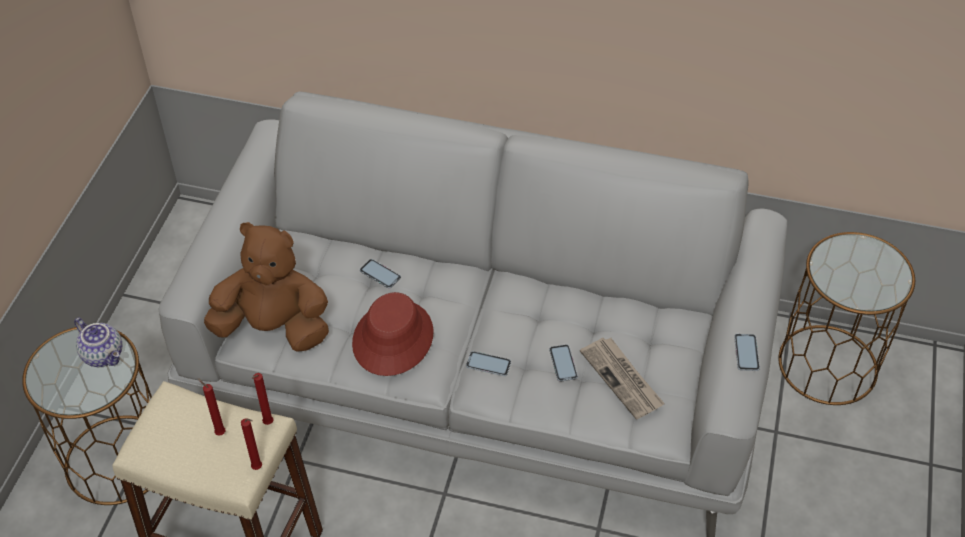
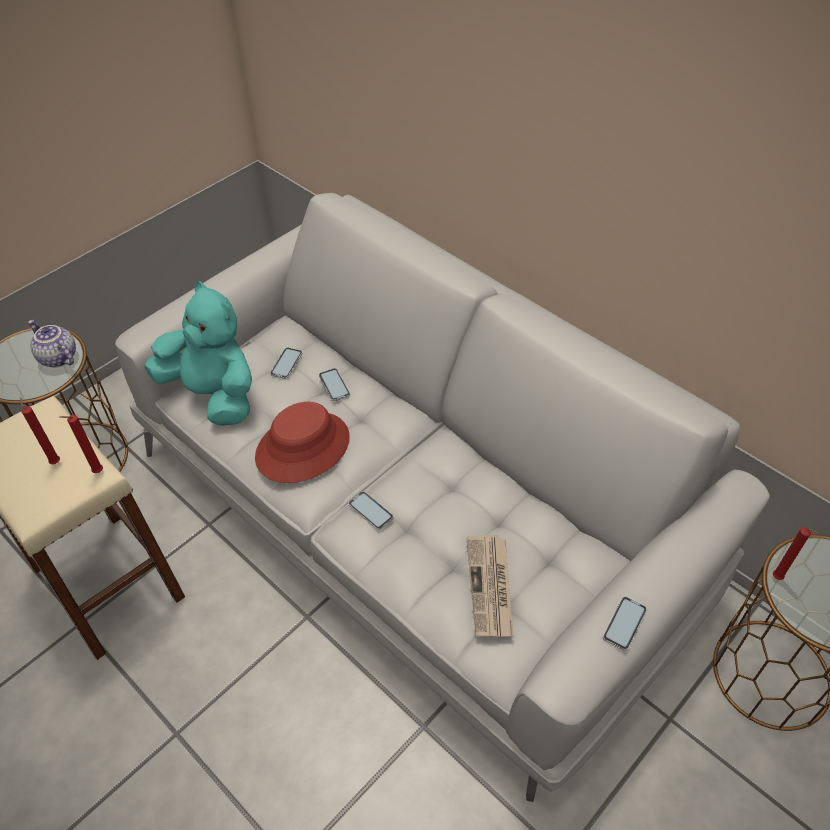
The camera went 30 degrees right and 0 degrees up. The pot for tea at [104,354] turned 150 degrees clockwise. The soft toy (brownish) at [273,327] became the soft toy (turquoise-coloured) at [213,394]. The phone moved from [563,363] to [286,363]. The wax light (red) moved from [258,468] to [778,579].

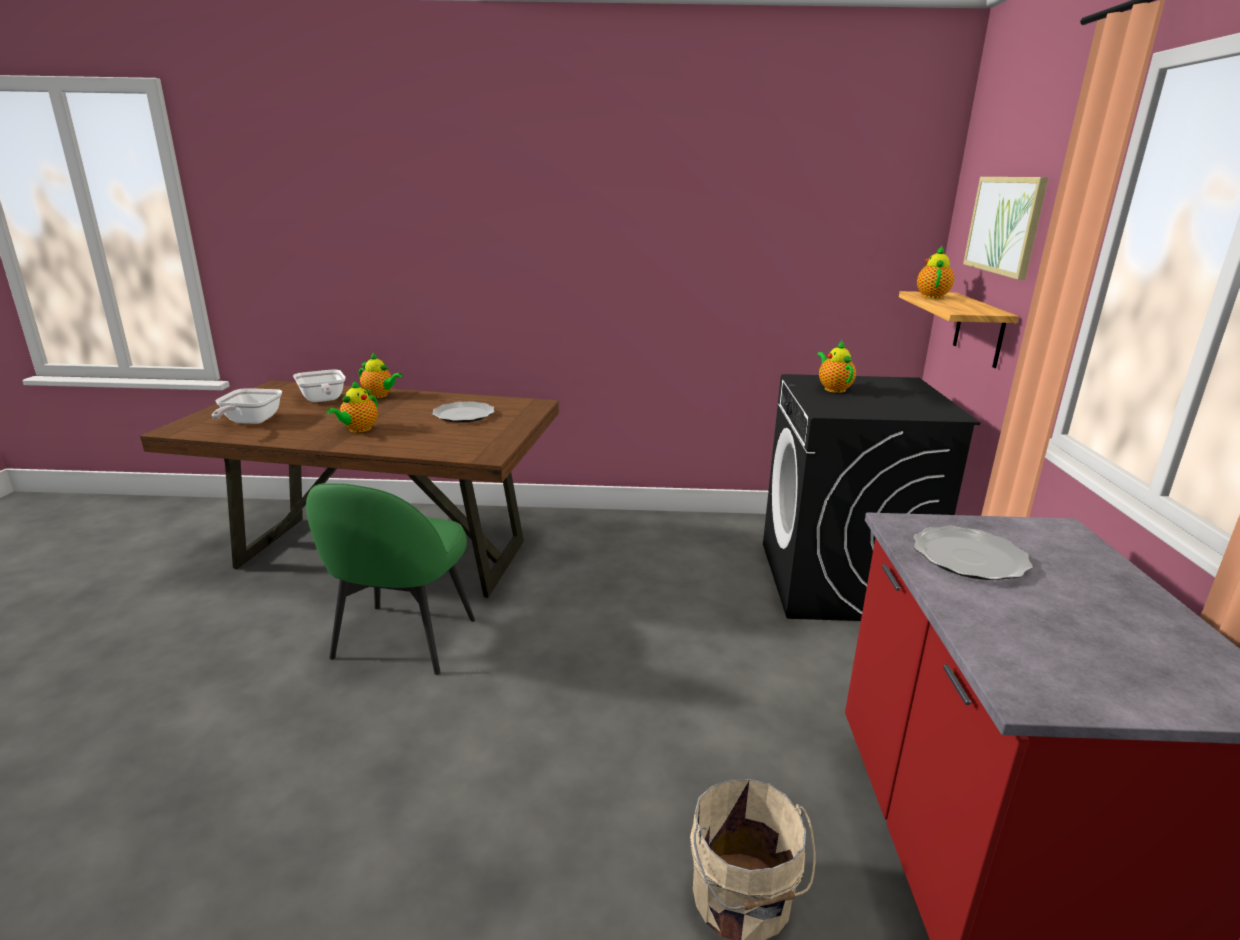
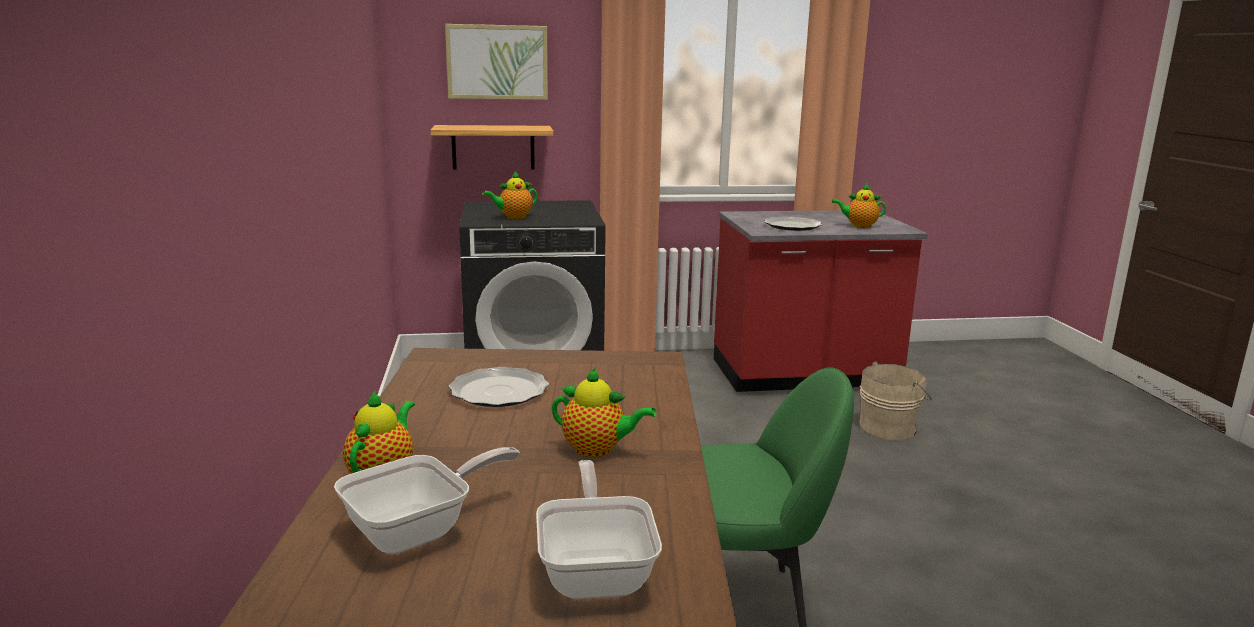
The camera went 100 degrees left and 5 degrees down. The skillet at [249,422] turned 90 degrees counterclockwise. The pot for tea moved from [932,296] to [859,226].

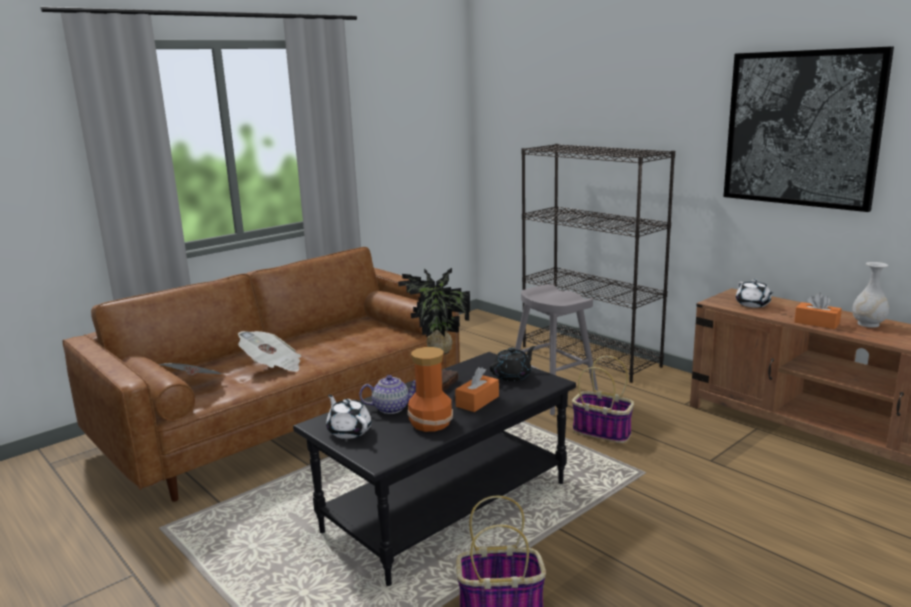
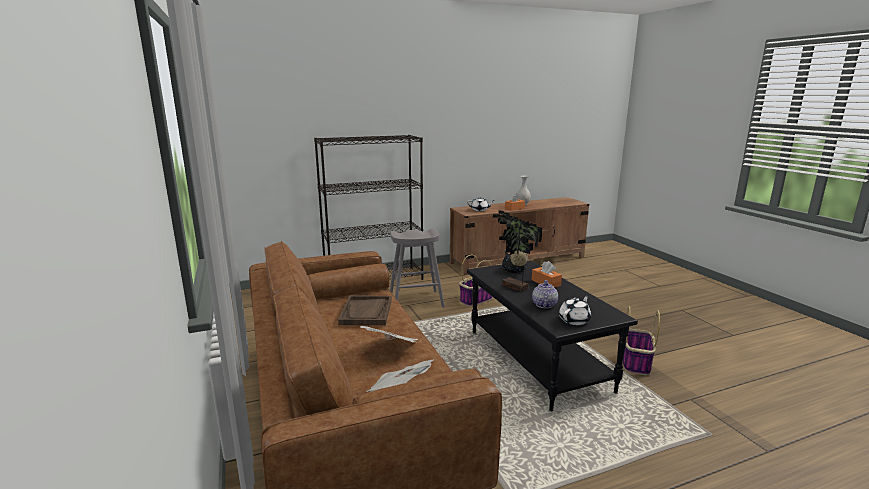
The camera went 70 degrees left and 0 degrees up. The tray (brownish) at [366,312] appeared. The pot for tea (white) at [349,431] turned 150 degrees clockwise. The decorative vase at [429,422] disappeared. The picture at [801,129] disappeared.

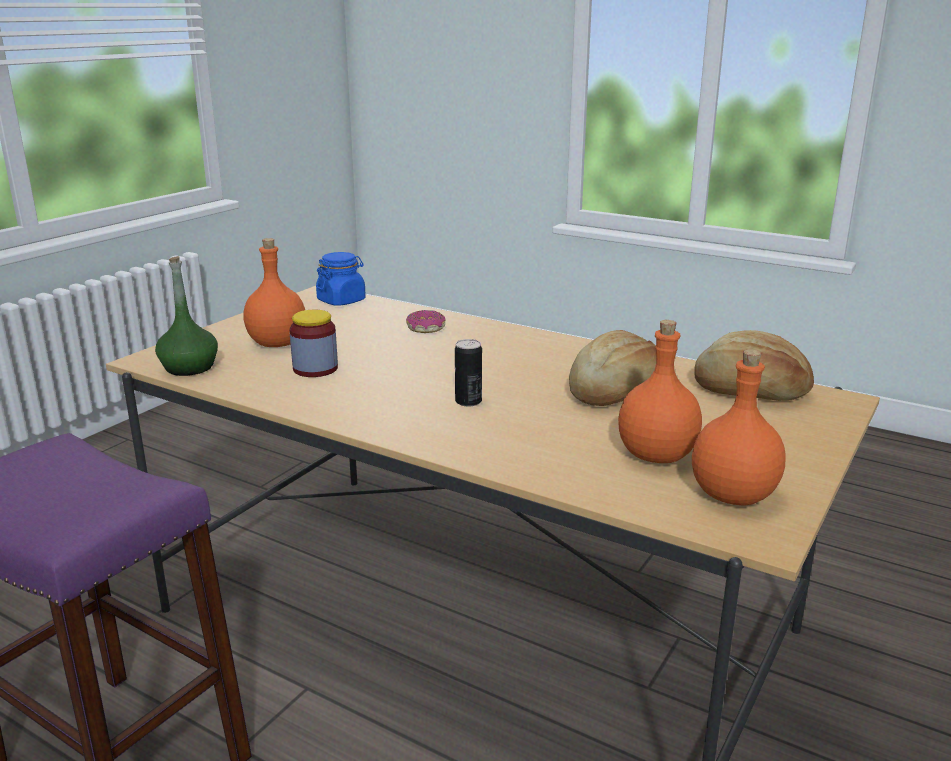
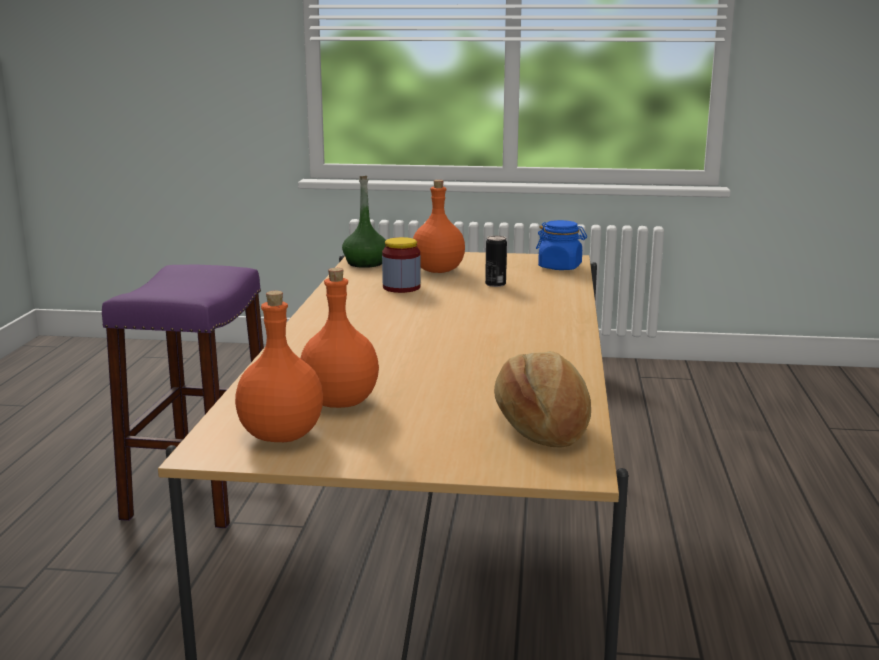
The camera went 65 degrees right and 5 degrees down. The sealed can moved from [468,401] to [495,284]. The donut at [425,329] disappeared. The bakery bread at [614,391] disappeared.

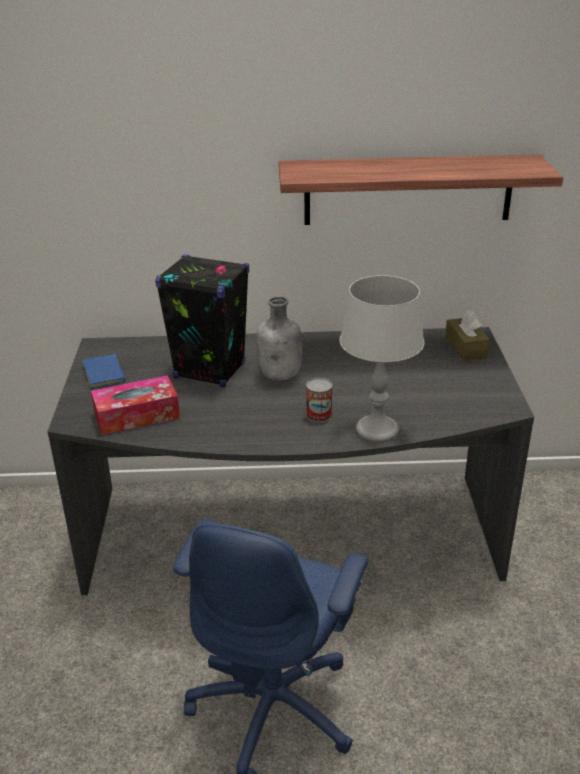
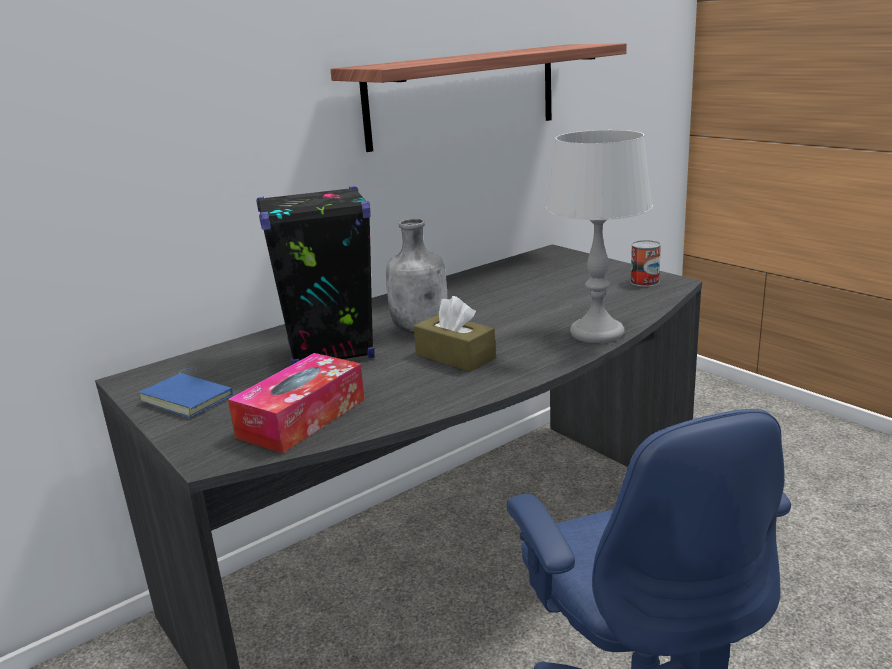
The camera went 35 degrees left and 10 degrees down. The tissue holder (brownish) moved from [465,348] to [455,356]. The sealed can moved from [319,415] to [644,282].

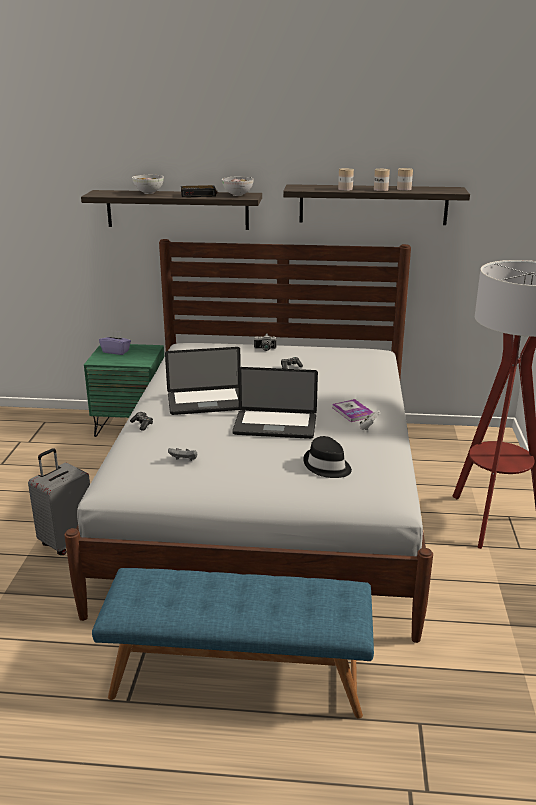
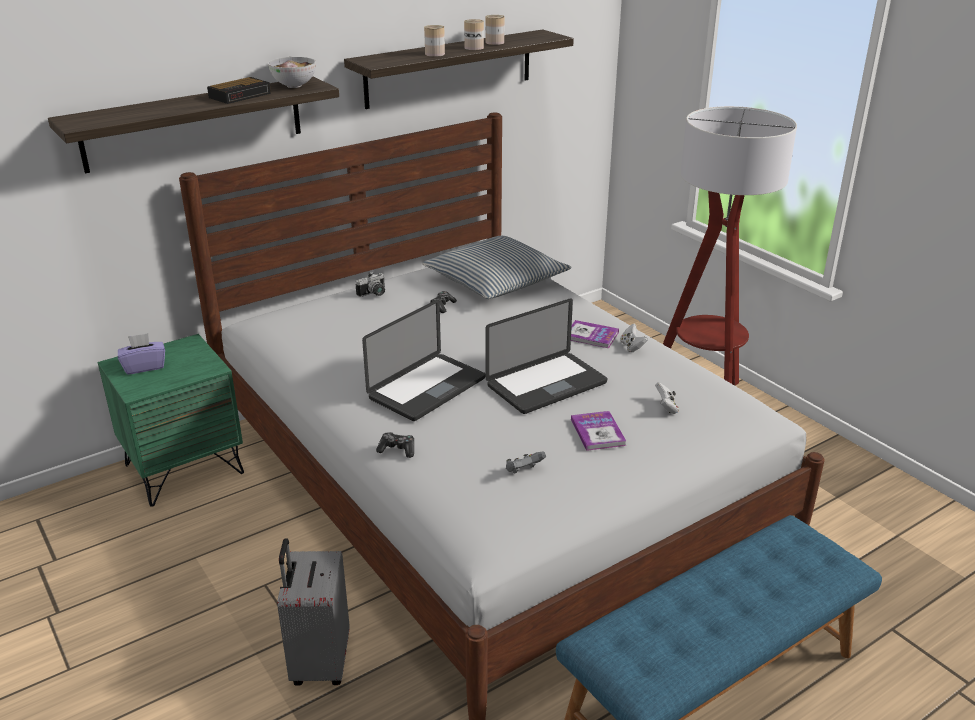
The camera went 40 degrees left and 5 degrees up. The pillow at [495,281] appeared. The volume at [597,432] appeared. The hat (black) at [327,466] was replaced by the joypad (white) at [666,407]. The serving bowl at [148,193] disappeared.

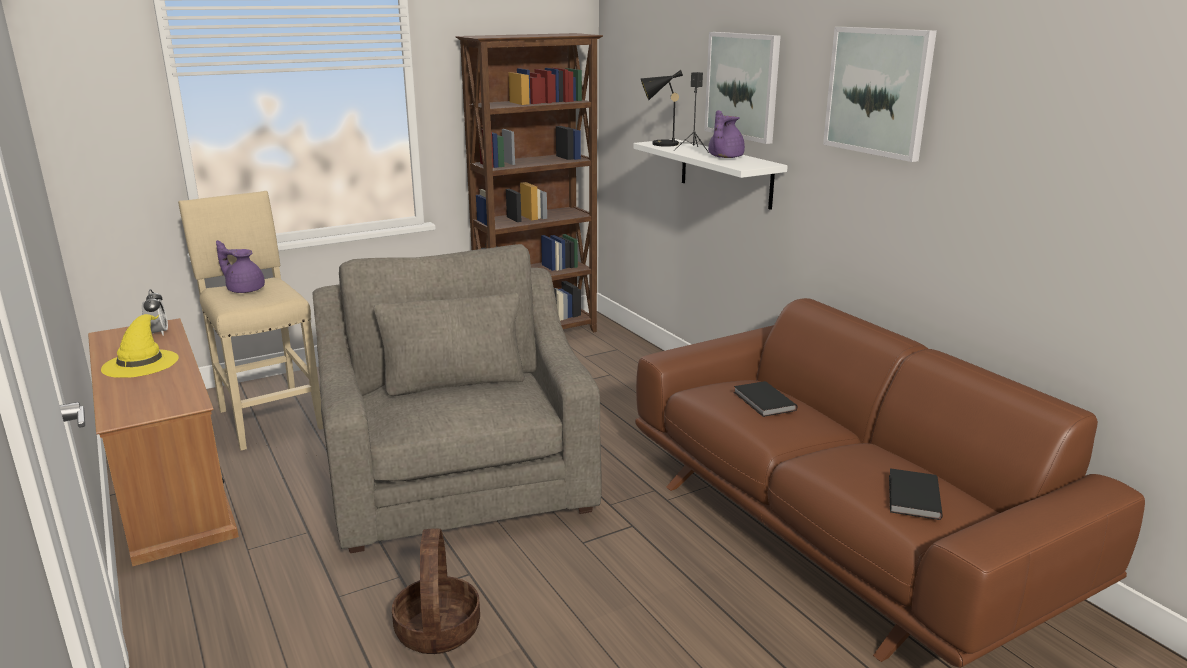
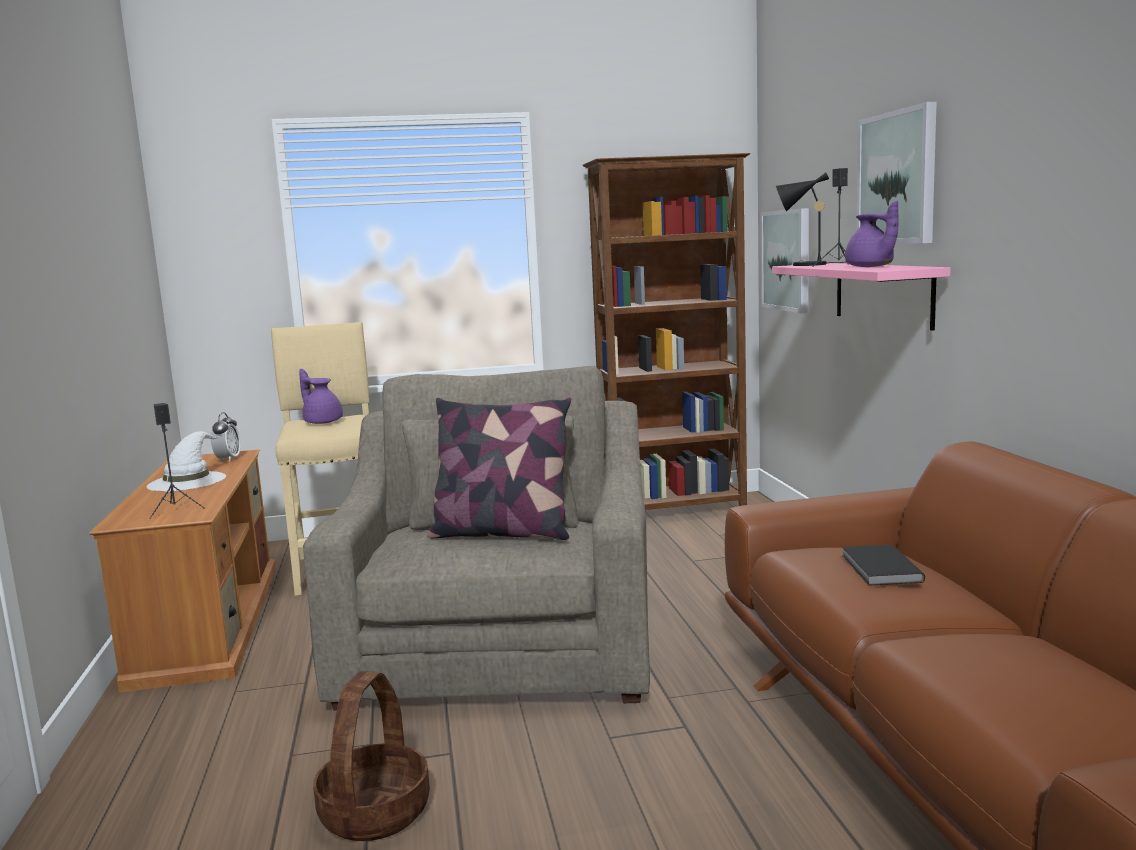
The camera went 20 degrees right and 10 degrees down. The hat (yellowish) at [140,363] became the hat (white) at [187,481]. The speaker (black) at [176,510] appeared. The pillow at [502,533] appeared. The picture moved from [878,91] to [787,260]. The bracket shelf (white) at [725,173] became the bracket shelf (pinkish) at [882,293]. The pot for tea (purple) at [724,157] turned 75 degrees counterclockwise. The volume (black) at [912,497] disappeared.

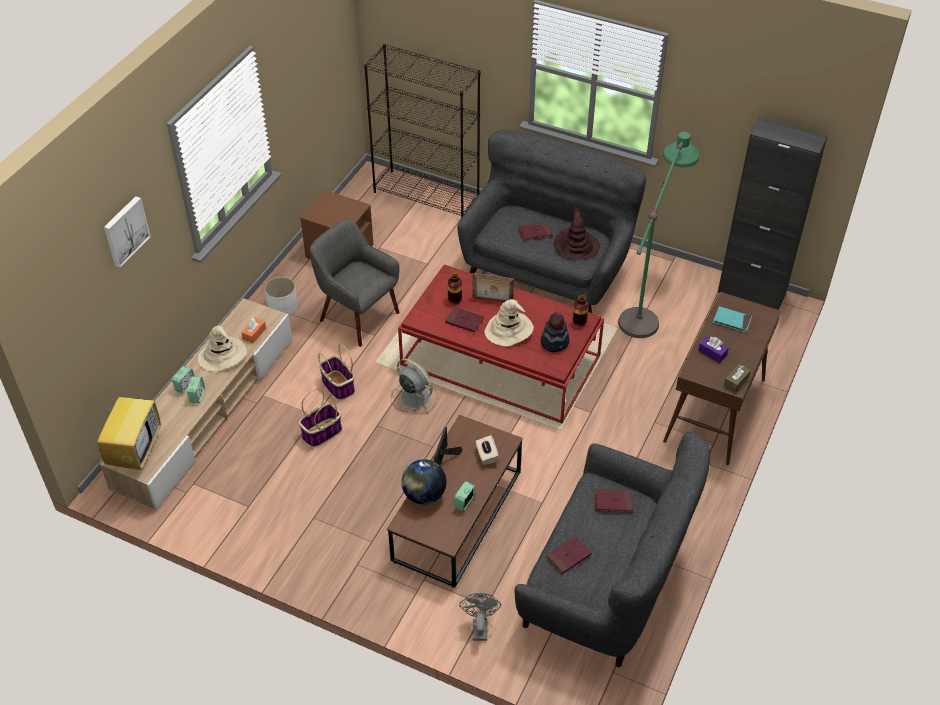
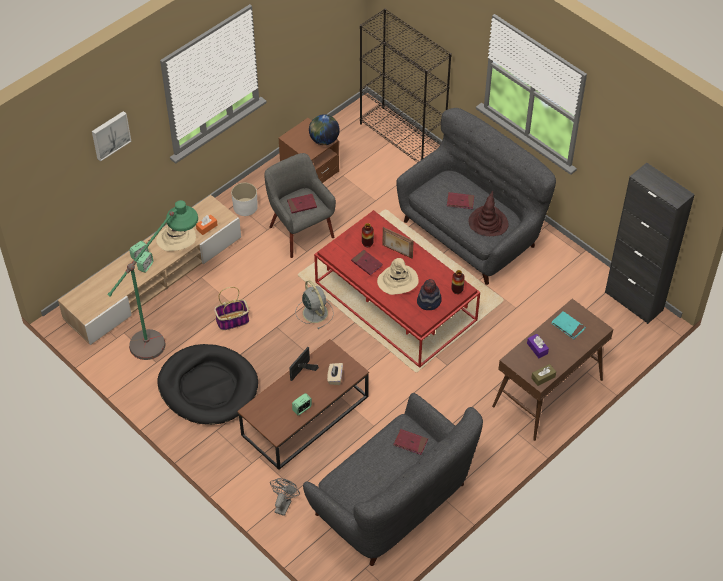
The camera went 20 degrees right and 5 degrees up. The floor lamp (green) moved from [648,304] to [167,330]. The dog bed (black) at [208,387] appeared. The volume (red) moved from [568,556] to [302,204]. The world globe moved from [424,495] to [324,140]. The TV set at [134,449] disappeared. The basket at [337,385] disappeared.

